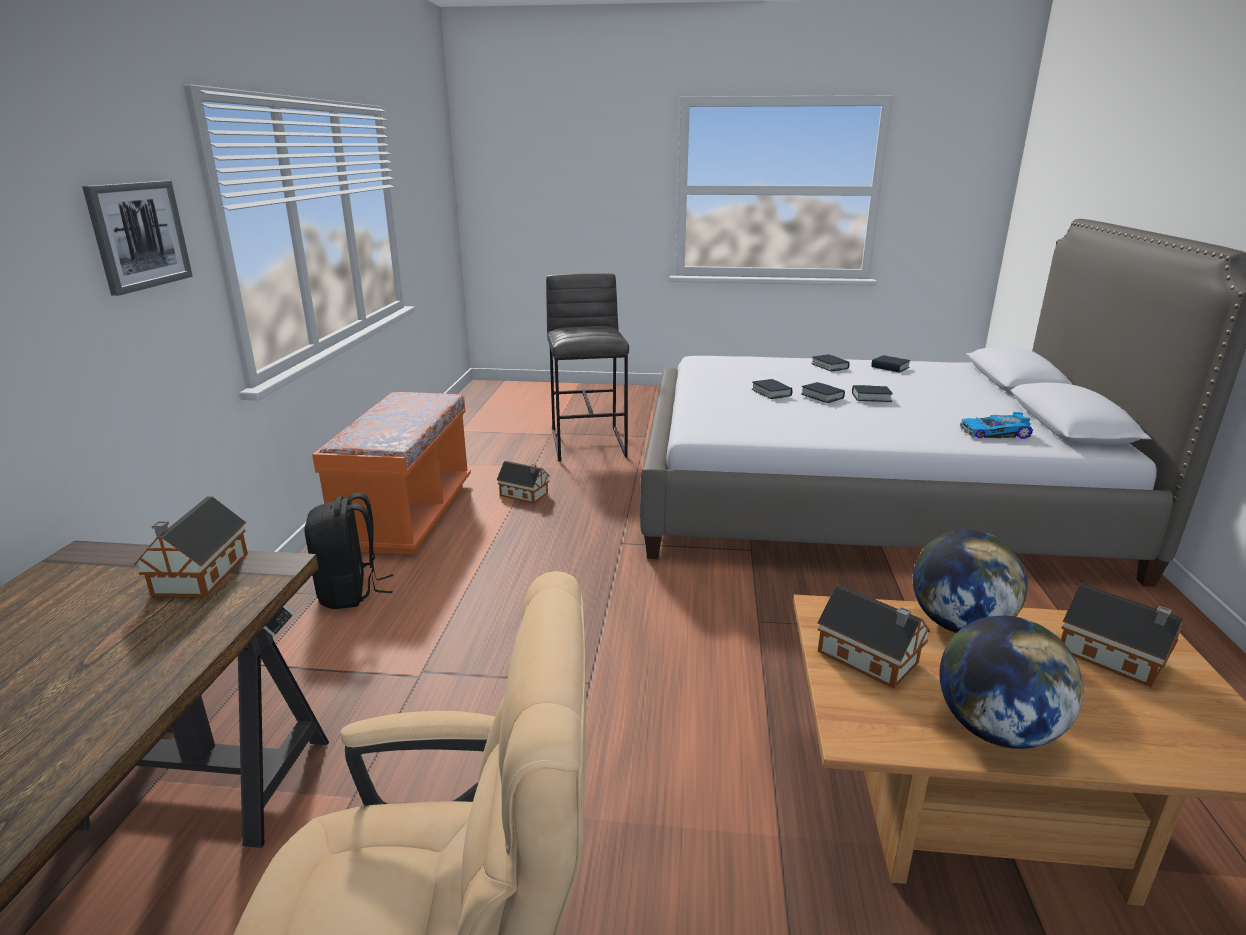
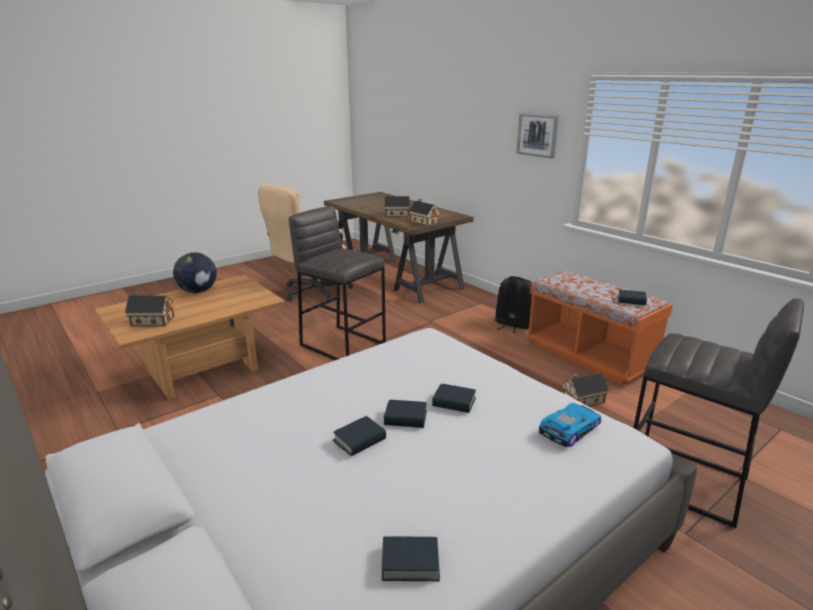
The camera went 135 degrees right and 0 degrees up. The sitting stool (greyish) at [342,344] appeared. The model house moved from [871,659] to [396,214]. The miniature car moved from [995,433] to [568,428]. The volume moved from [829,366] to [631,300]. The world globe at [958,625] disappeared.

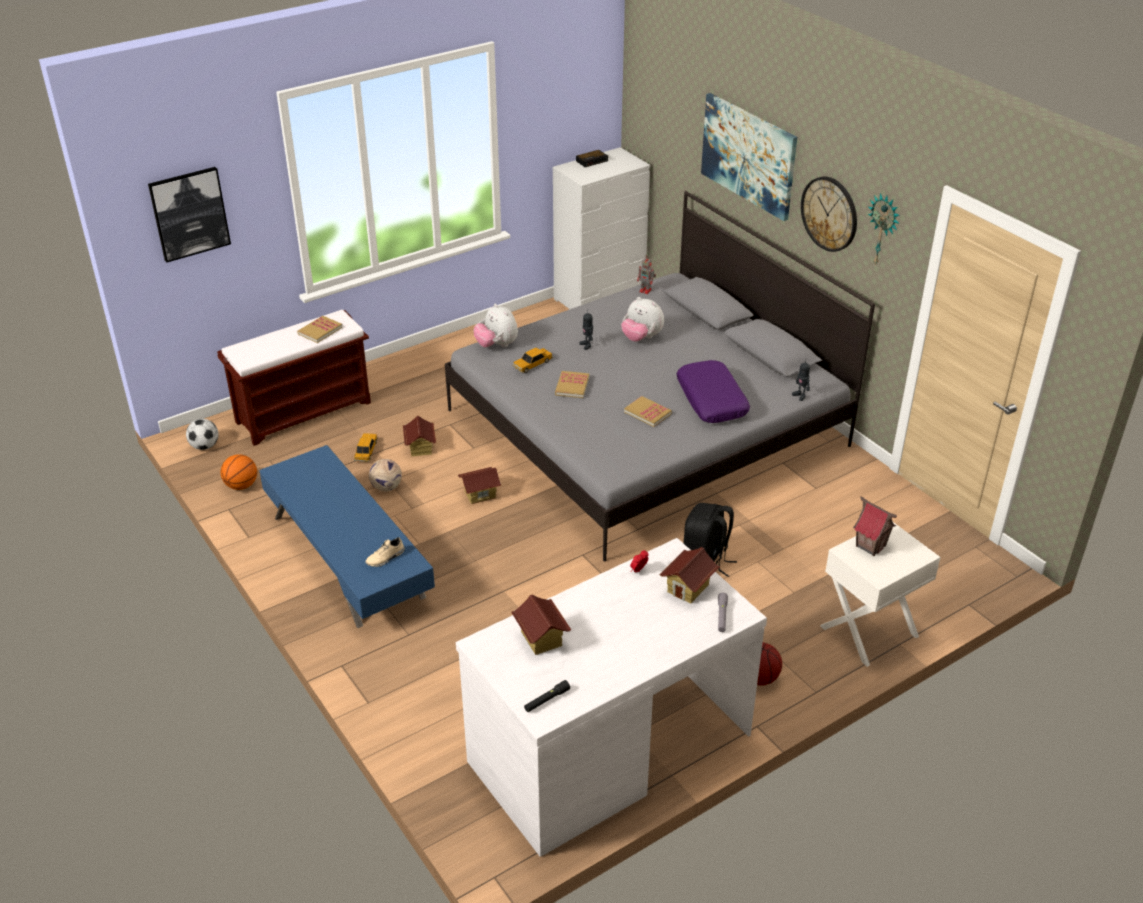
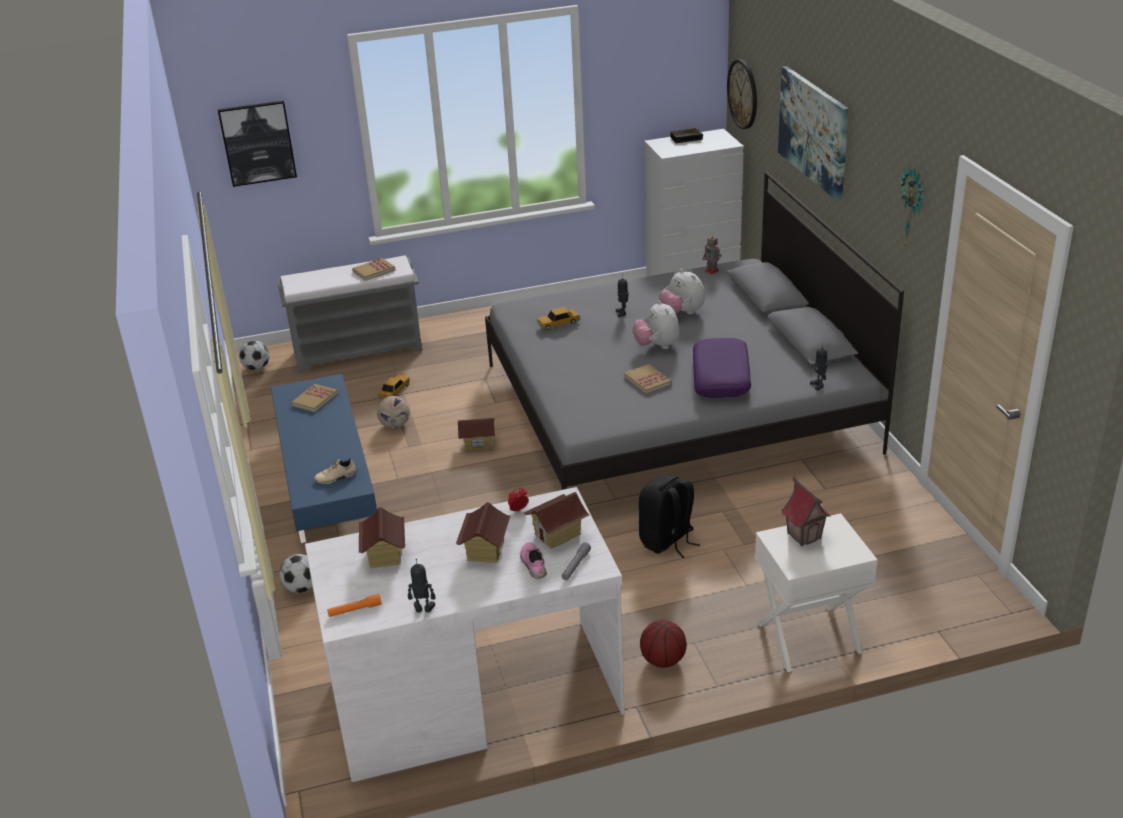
The camera went 20 degrees right and 5 degrees down. The long seat (brownish) at [304,411] became the long seat (greyish) at [359,350]. The ball for football at [302,588] appeared. The volume moved from [572,386] to [315,399]. The torch (black) at [547,700] became the torch (orangey) at [355,610]. The robot figure at [423,609] appeared. The model house moved from [420,448] to [485,550]. The shoe (pinkish) at [532,564] appeared. The soft toy moved from [496,345] to [657,346]. The hanging clock moved from [829,213] to [743,94]. The basketball ball at [241,485] disappeared.

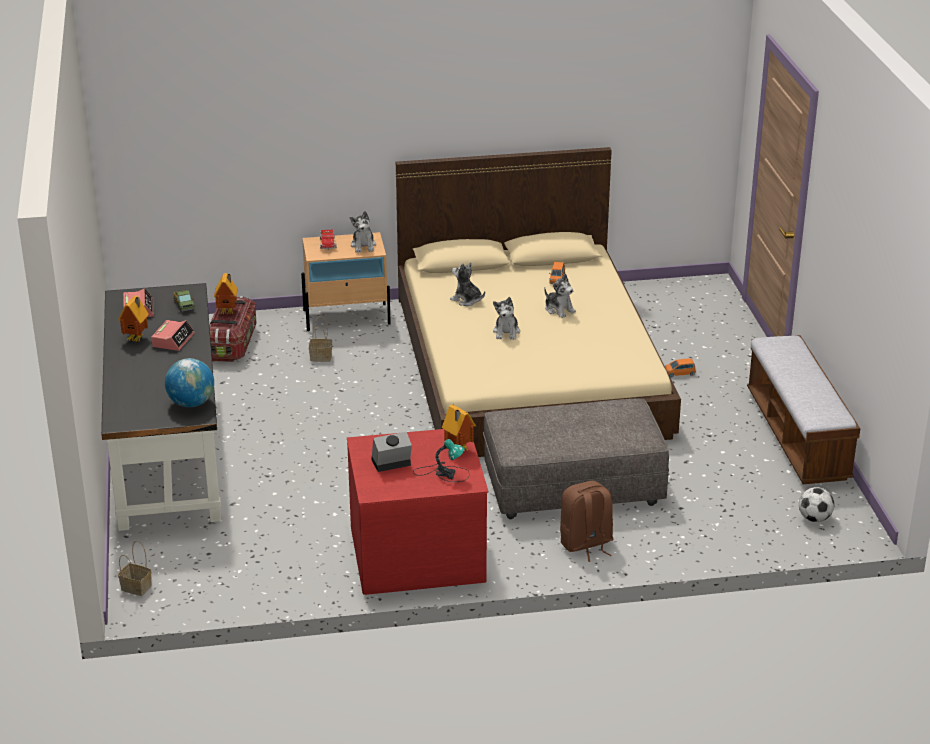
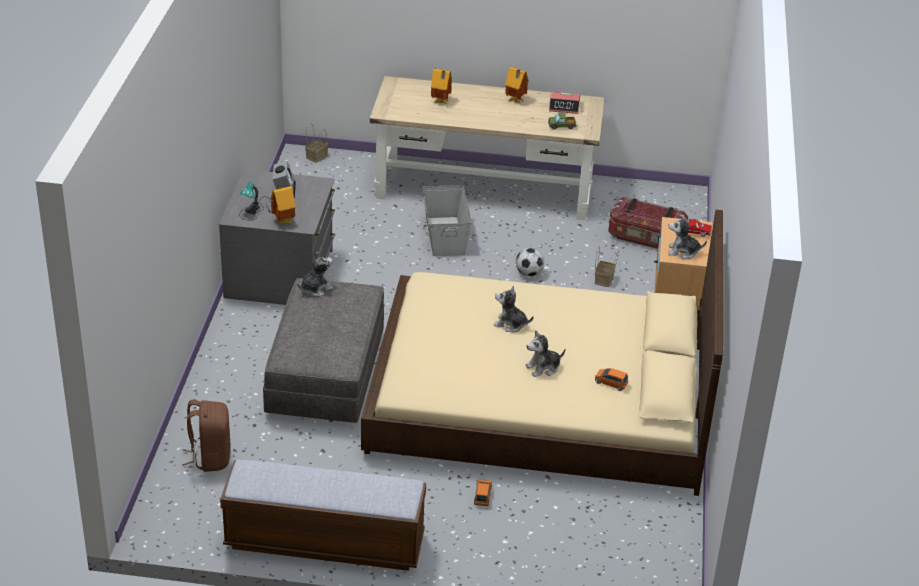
The camera went 105 degrees right and 5 degrees up. The rucksack (brownish) moved from [586,544] to [210,457]. The drawer chest (red) at [417,553] became the drawer chest (greyish) at [281,274]. The soft toy moved from [467,300] to [315,289]. The desk table (black) at [166,450] became the desk table (beige-coloured) at [485,187]. The storage container (greyish) at [445,236] appeared. The model house moved from [228,312] to [440,102]. The ball for football moved from [814,518] to [529,273]. The alarm clock at [173,340] disappeared. The world globe at [191,403] disappeared.

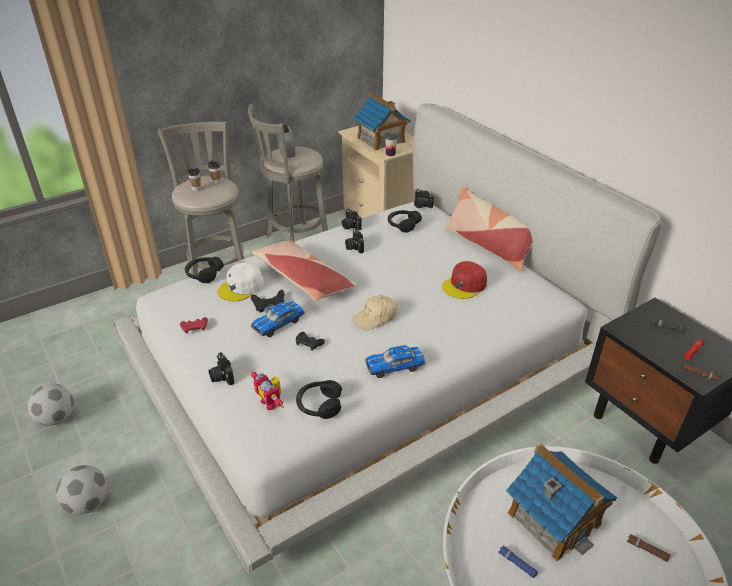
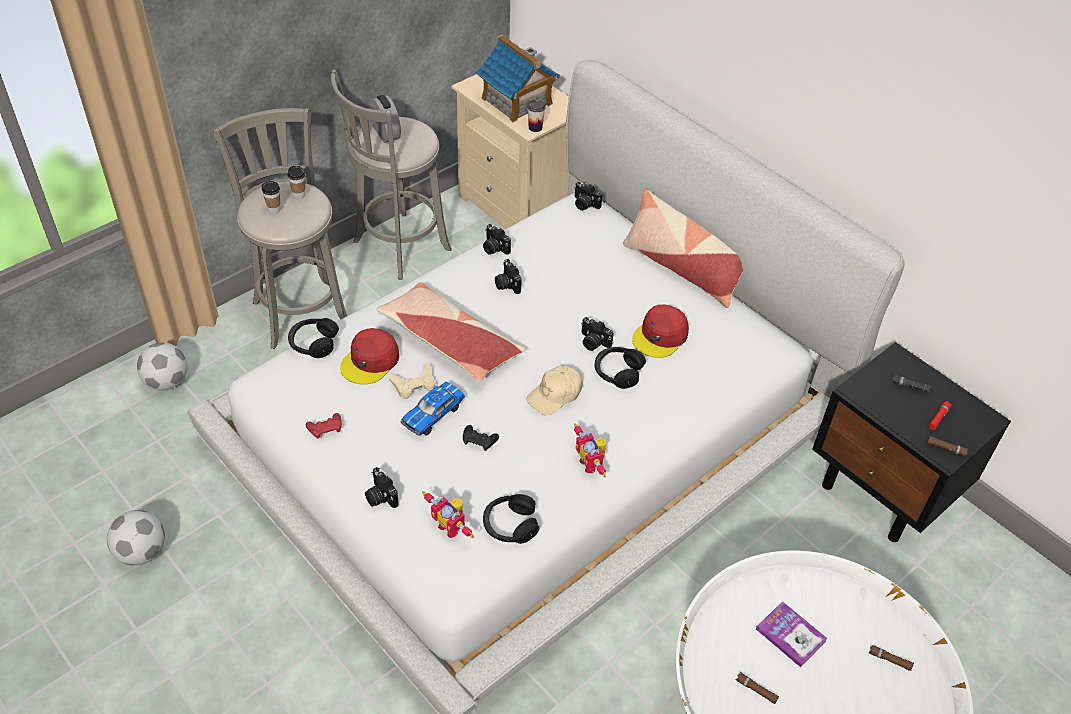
The camera went 10 degrees left and 10 degrees up. The ball for football moved from [88,503] to [167,382]. The peaked cap (white) at [241,287] became the peaked cap (red) at [370,361]. The joypad (black) at [269,304] became the joypad (beige-coloured) at [414,384]. The miniature car at [395,366] was replaced by the robot figure at [591,463]. The still camera at [593,342] appeared. The pair of headphones (black) moved from [403,225] to [617,372]. The torch (blue-coloured) at [517,564] became the torch (brownish) at [756,690]. The model house at [553,518] was replaced by the volume at [790,635].

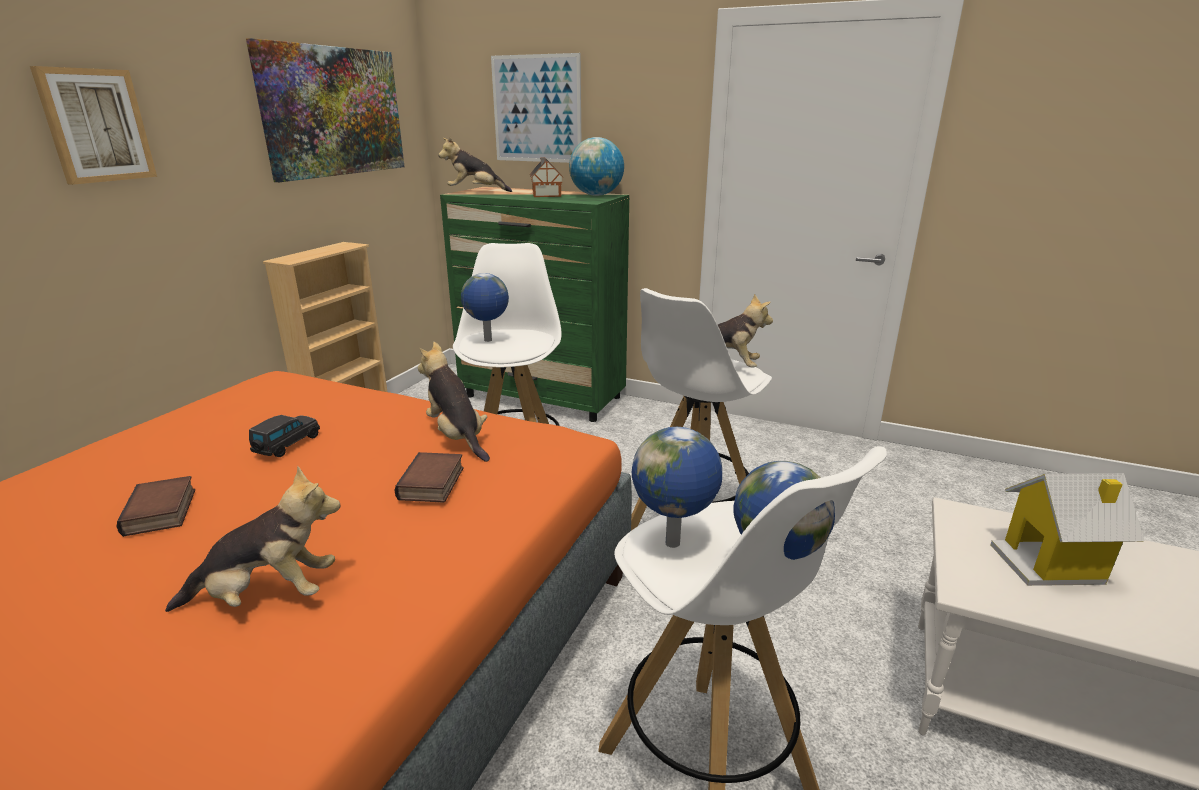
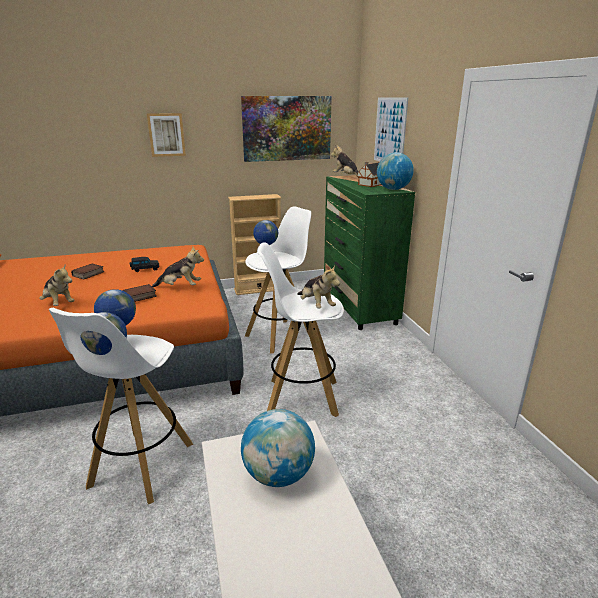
The camera went 50 degrees right and 0 degrees up. The soft toy at [457,437] turned 75 degrees clockwise. The model house at [1051,564] was replaced by the world globe at [278,475].

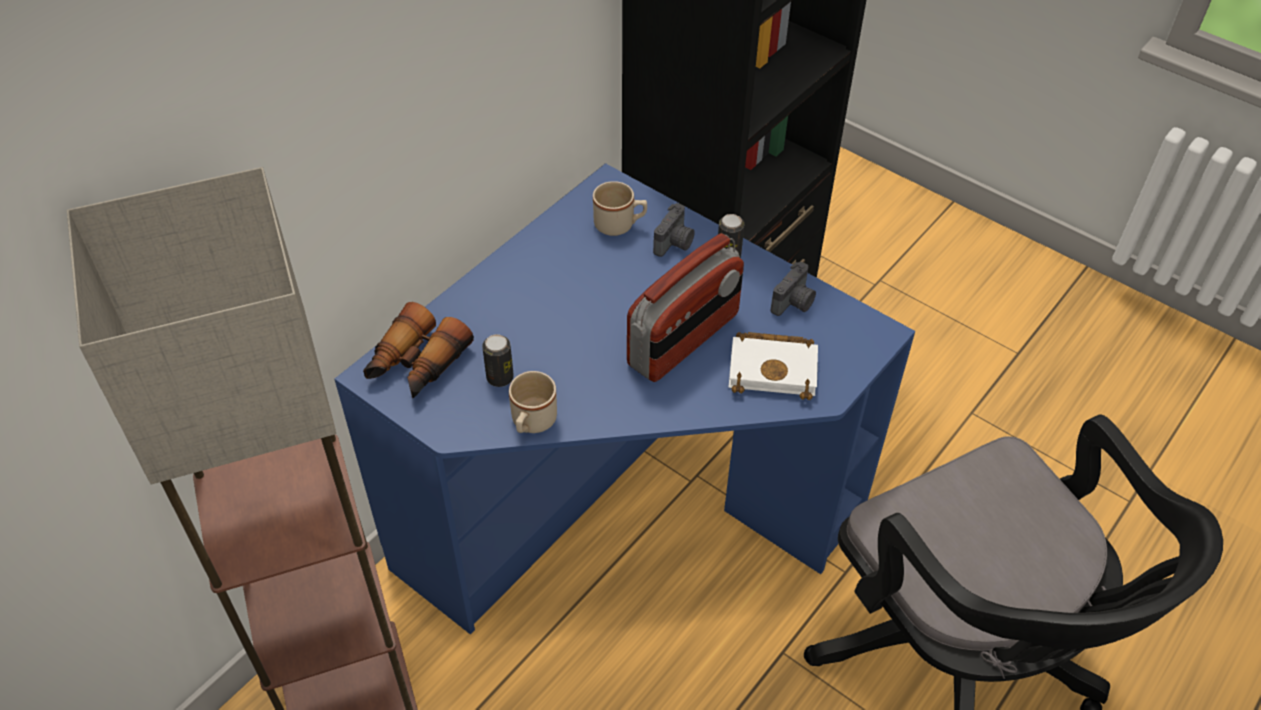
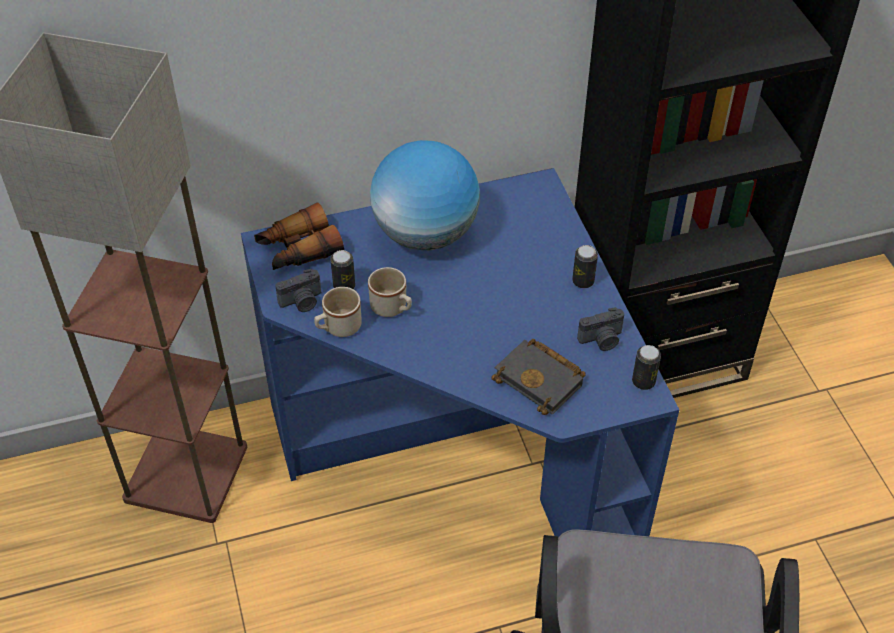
The camera went 35 degrees right and 0 degrees up. The still camera moved from [675,243] to [302,302]. The coffee mug (beige-coloured) moved from [620,225] to [392,308]. The world globe at [426,234] appeared. The volume (white) at [775,369] became the volume (black) at [542,380]. The sealed can at [643,381] appeared. The radio at [684,340] disappeared.

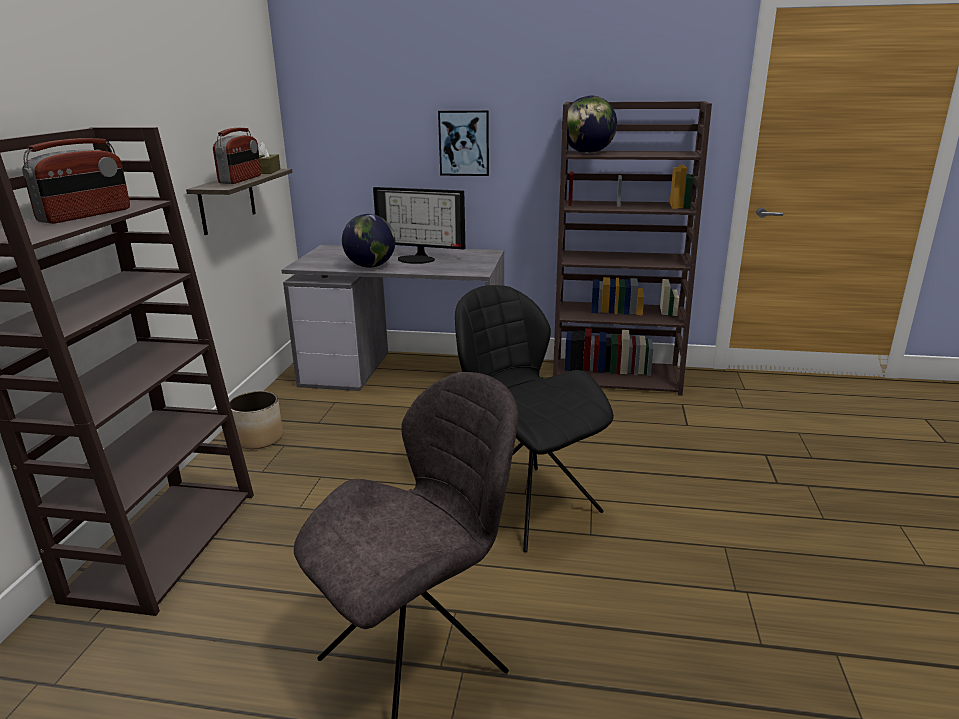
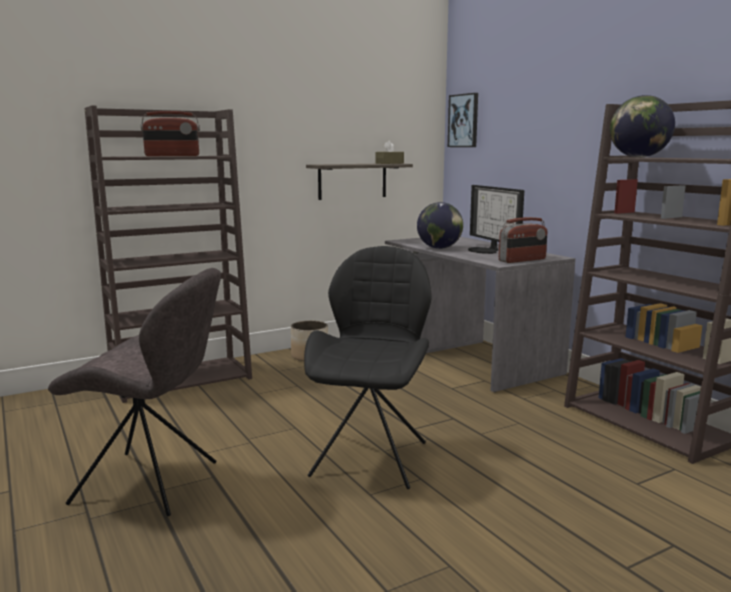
The camera went 50 degrees right and 10 degrees down. The picture moved from [464,143] to [464,120]. The radio moved from [241,179] to [522,260].

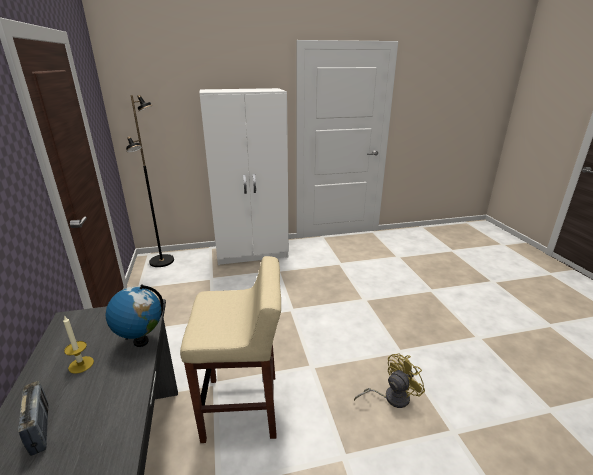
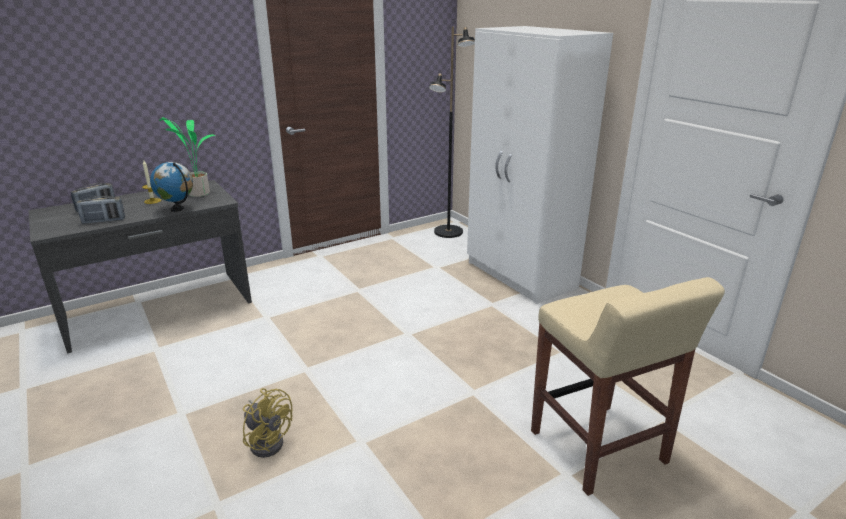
The camera went 70 degrees right and 0 degrees up. The radio at [104,221] appeared. The houseplant at [198,193] appeared. The sitting stool (beige-coloured) moved from [243,407] to [598,448].

